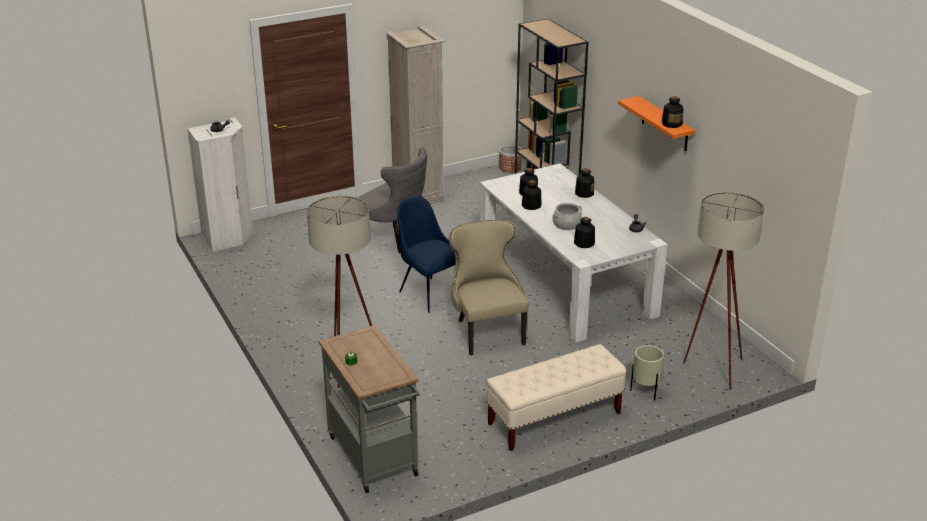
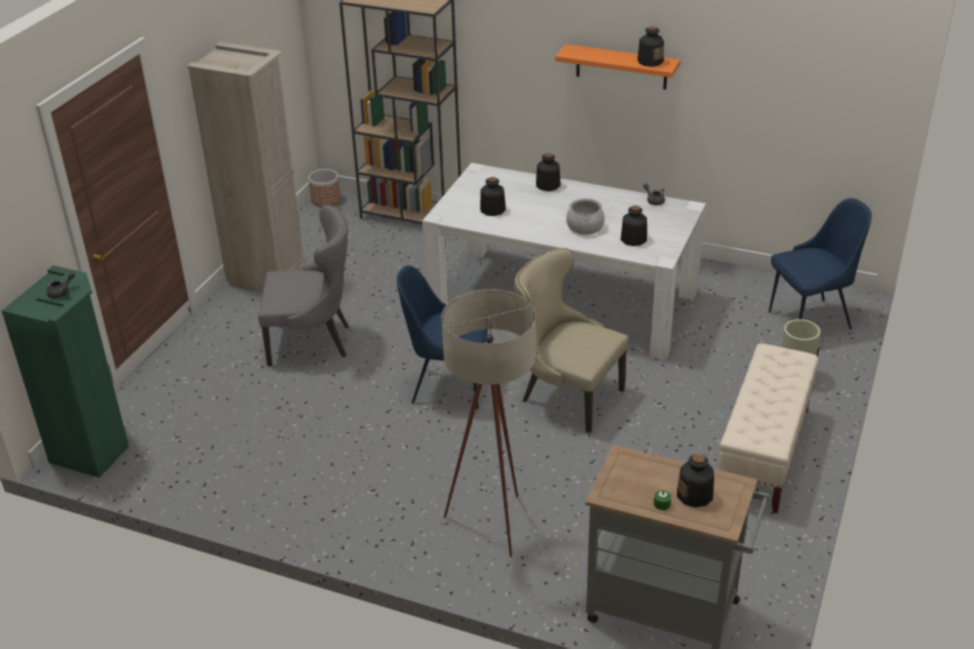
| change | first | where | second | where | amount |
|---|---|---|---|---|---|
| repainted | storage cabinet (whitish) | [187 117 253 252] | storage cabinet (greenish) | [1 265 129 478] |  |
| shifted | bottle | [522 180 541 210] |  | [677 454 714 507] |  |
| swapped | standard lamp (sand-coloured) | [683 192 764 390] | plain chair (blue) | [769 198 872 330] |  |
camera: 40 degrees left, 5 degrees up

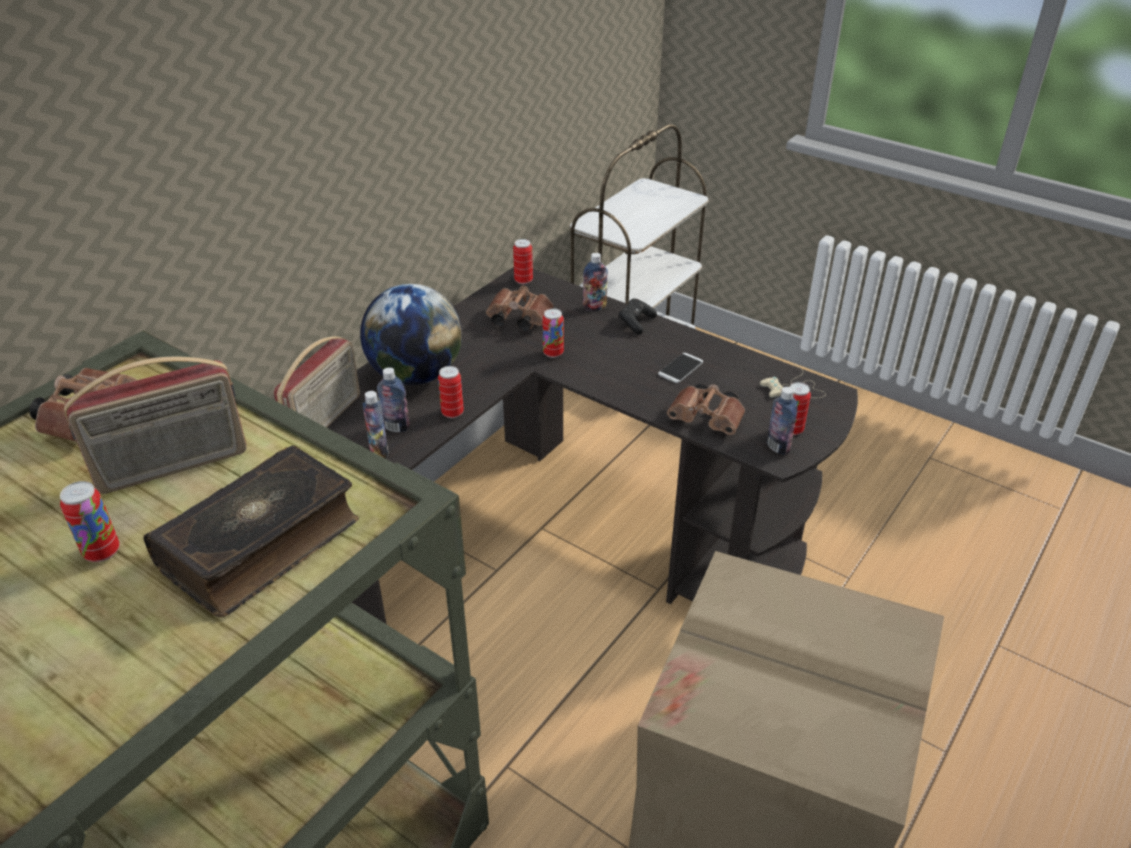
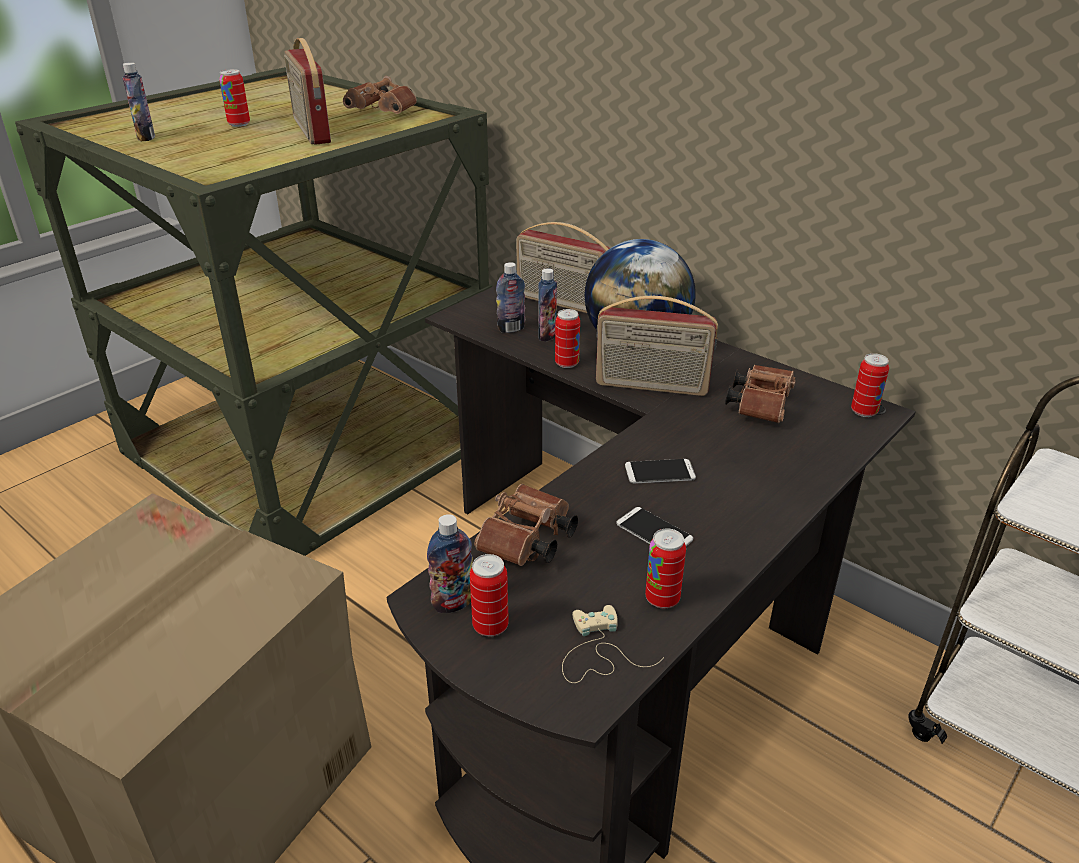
| change | first | where | second | where | amount |
|---|---|---|---|---|---|
| gone | volume | [143 445 359 617] |  |  |  |
| shifted | can | [542 308 564 358] |  | [645 528 686 609] |  |
| shifted | bottle | [583 253 608 311] |  | [122 62 155 141] |  |
| gone | game controller (black-coloured) | [618 298 657 334] |  |  |  |
| new |  |  | radio set | [596 296 718 396] |  |
| new |  |  | handset | [625 459 696 484] |  |
camera: 95 degrees right, 5 degrees down

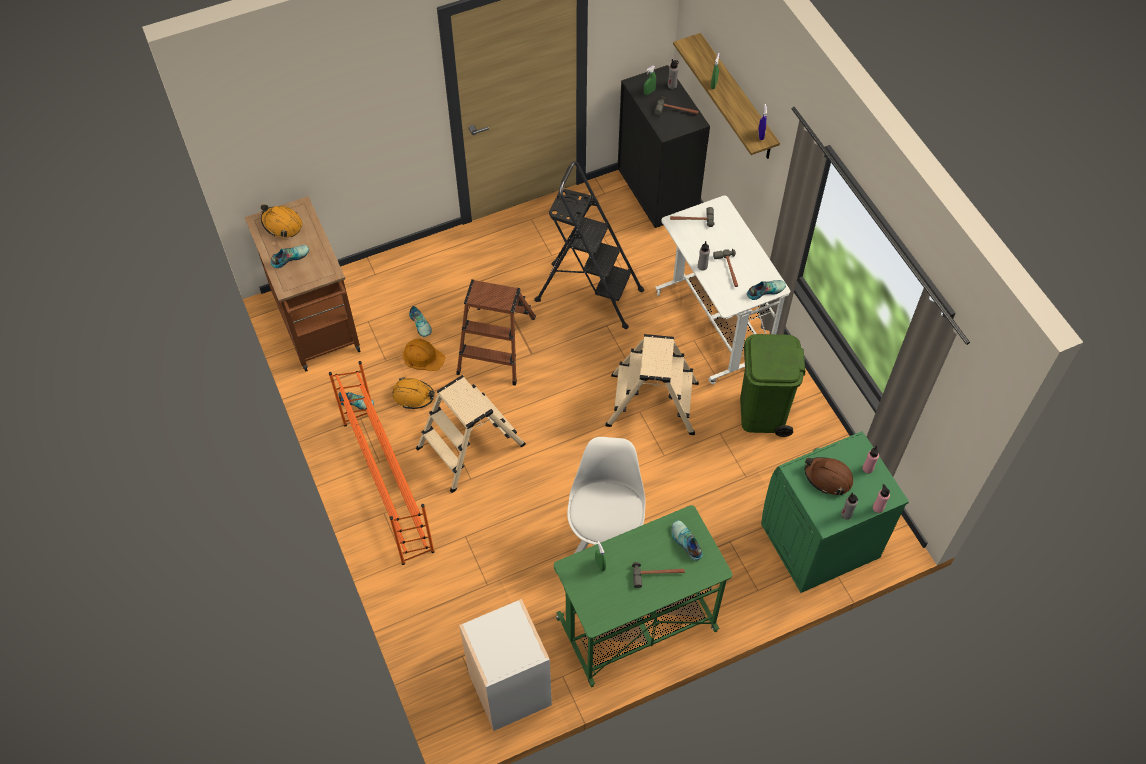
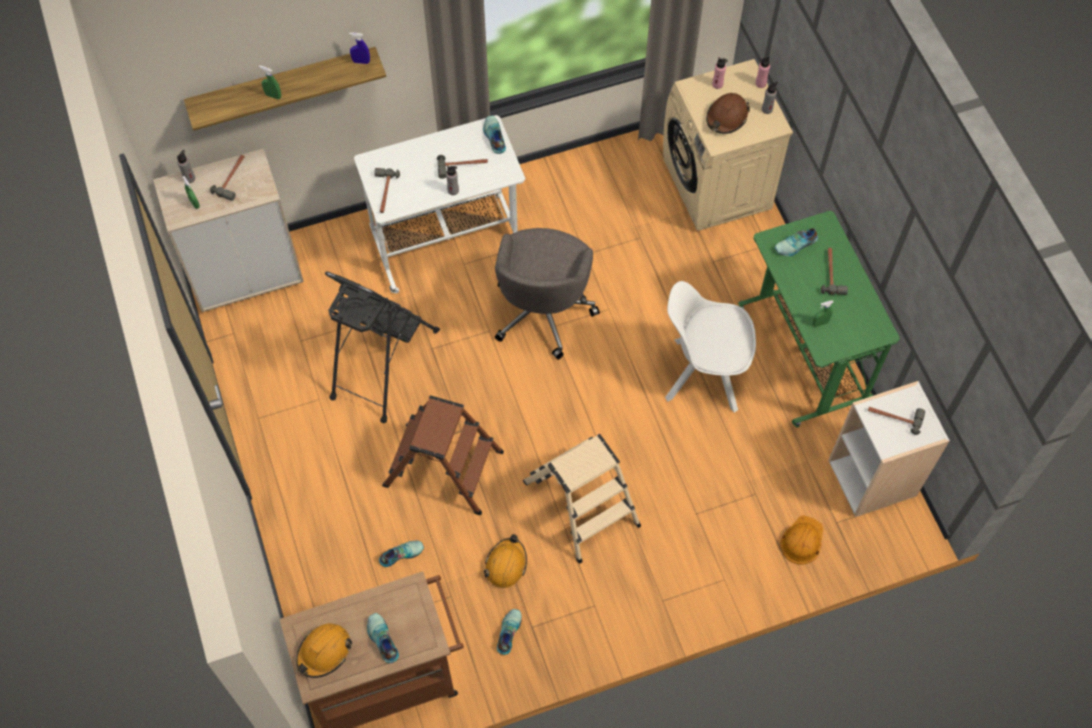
| change | first | where | second | where | amount |
|---|---|---|---|---|---|
| gone | shoe shelf (orange) | [329 361 435 565] |  |  |  |
| shifted | work helmet (orange) | [403 339 446 371] |  | [780 515 823 565] |  |
| swapped | stepladder (sand-coloured) | [605 334 699 435] | computer chair (greyish) | [495 228 600 360] |  |
| repainted | storage cabinet (black-coloured) | [618 65 710 228] | storage cabinet (sand-coloured) | [153 148 304 312] |  |
| gone | rubbish bin (greenish) | [740 334 805 437] |  |  |  |
| repainted | laundry appliance (greenish) | [761 431 909 593] | laundry appliance (sand-coloured) | [663 59 793 231] |  |
| new |  |  | hand hammer | [868 407 925 435] |  |
camera: 85 degrees left, 5 degrees up

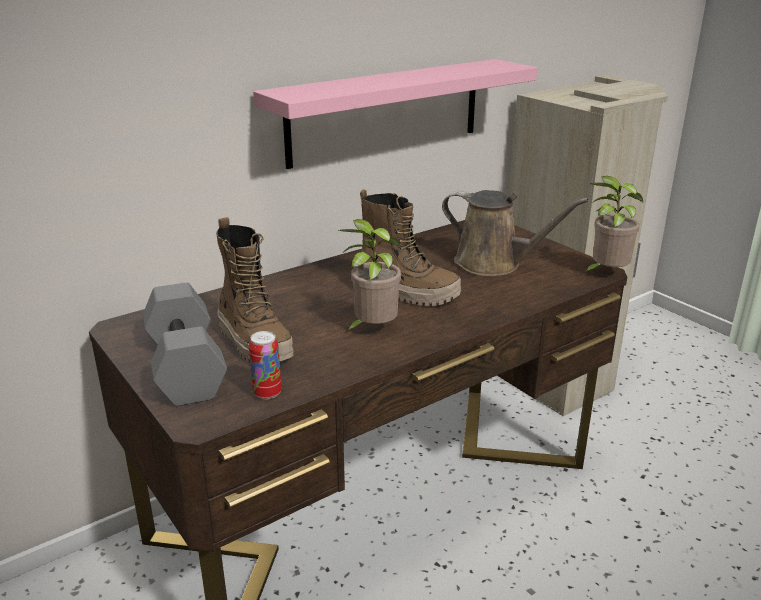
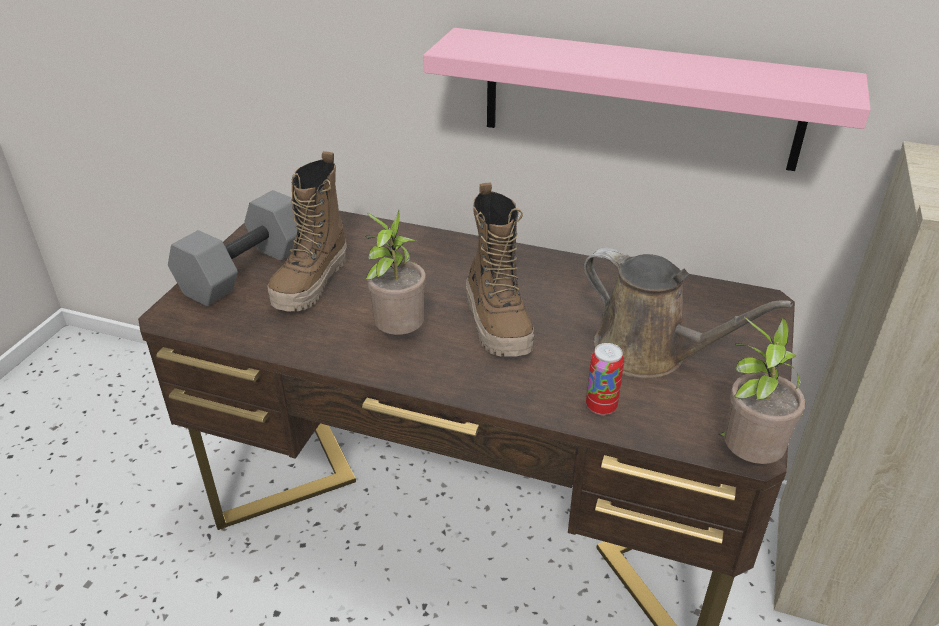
| change | first | where | second | where | amount |
|---|---|---|---|---|---|
| shifted | can | [249 331 282 400] |  | [586 343 624 415] |  |
| rotated | sprinkling can (brown-coloured) | [442 190 589 276] |  | [584 248 793 378] | 45 degrees counterclockwise |
camera: 55 degrees right, 10 degrees up

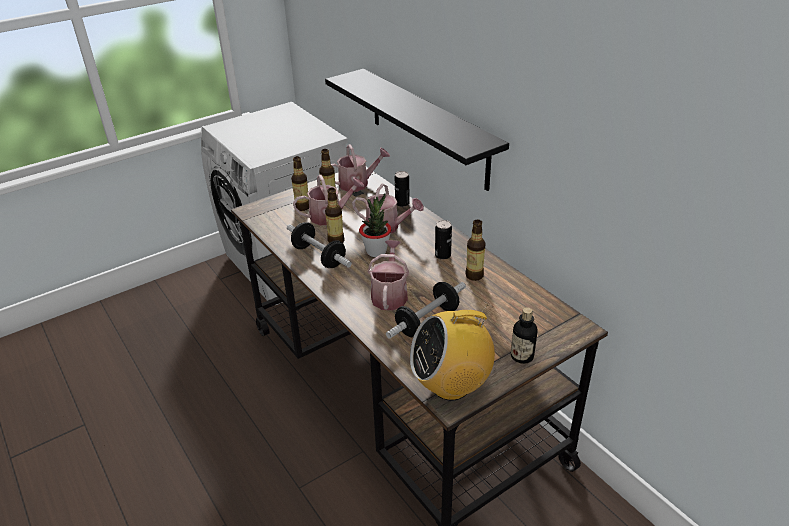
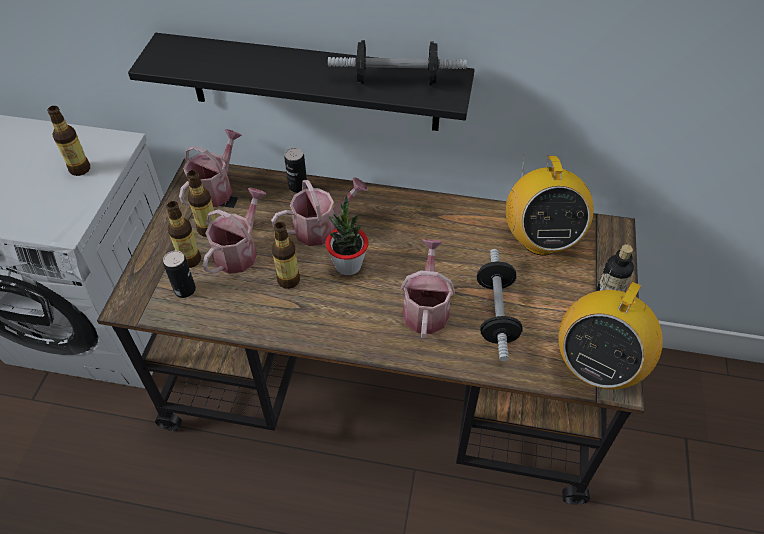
| change | first | where | second | where | amount |
|---|---|---|---|---|---|
| shifted | dumbbell | [287 222 352 268] |  | [328 40 467 86] |  |
| rotated | sprinkling can | [368 240 409 310] |  | [401 239 455 339] | 45 degrees clockwise |
| shifted | can | [435 220 452 259] |  | [163 251 196 298] |  |
| shifted | bottle | [465 219 485 281] |  | [47 106 90 176] |  |
| new |  |  | radio set | [506 155 594 256] |  |
camera: 45 degrees left, 15 degrees up

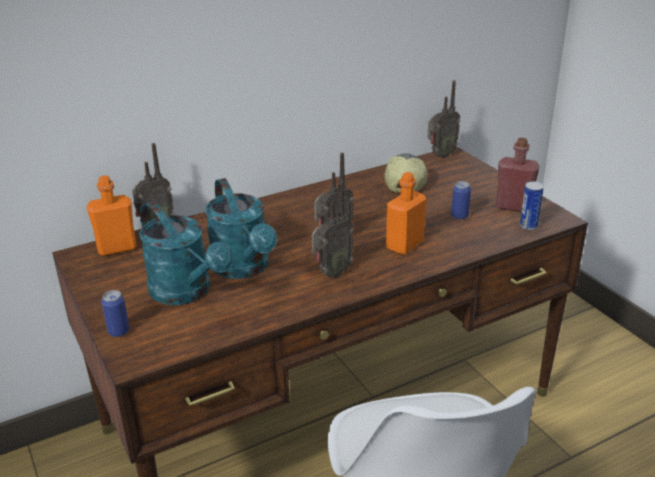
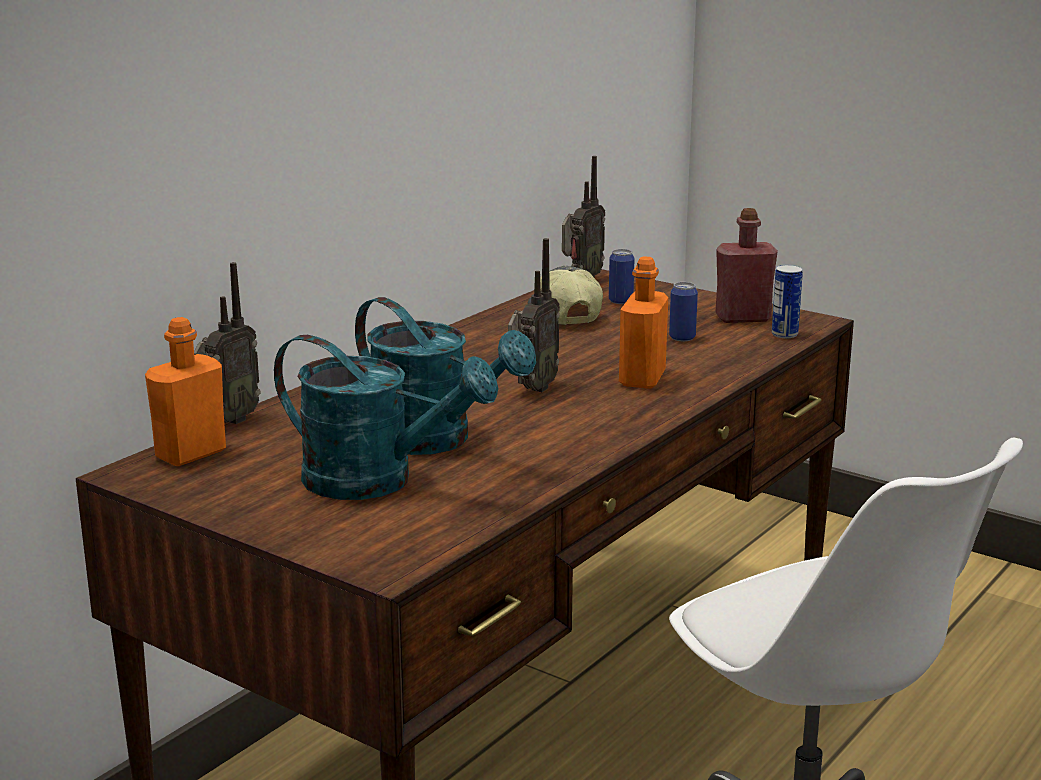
| change | first | where | second | where | amount |
|---|---|---|---|---|---|
| shifted | can | [101 290 129 337] |  | [609 249 635 304] |  |
| gone | radio set | [312 181 353 278] |  |  |  |
camera: 25 degrees left, 10 degrees down

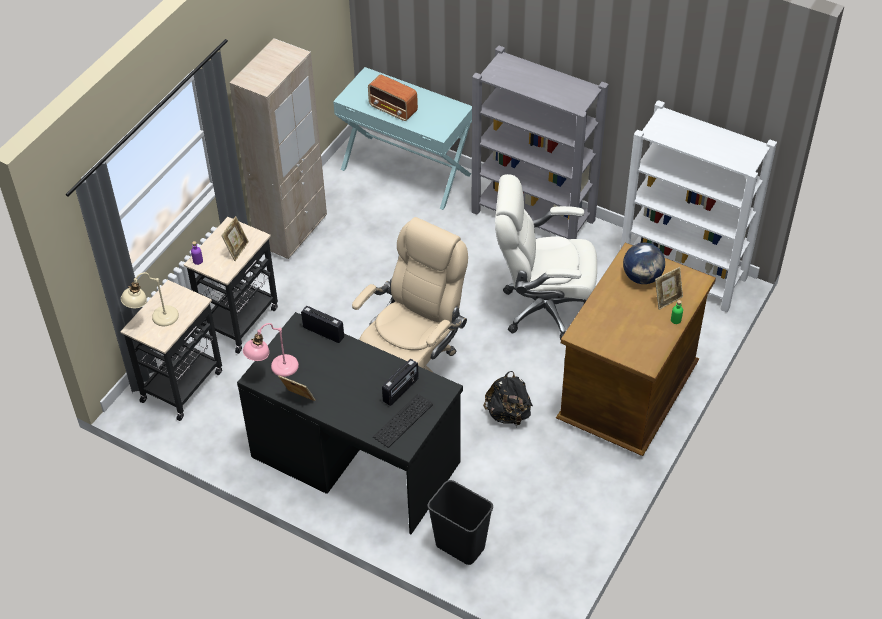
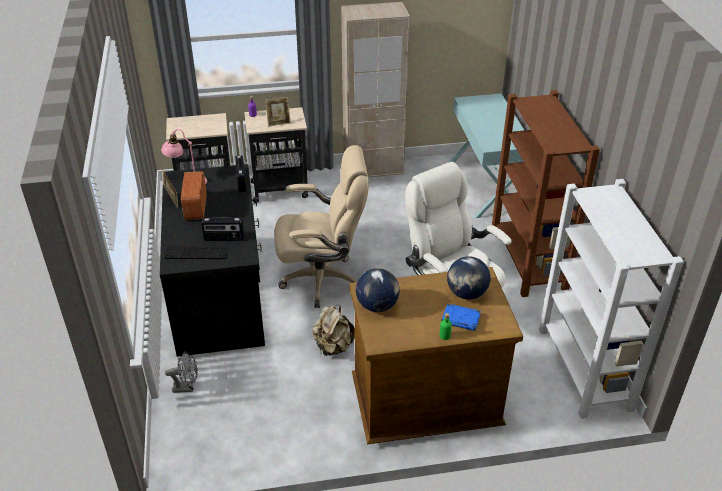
| change | first | where | second | where | amount |
|---|---|---|---|---|---|
| gone | tabletop lamp (sand-coloured) | [121 272 179 326] |  |  |  |
| shifted | radio set | [368 75 418 121] |  | [181 171 207 220] |  |
| swapped | rubbish bin (black-coloured) | [427 480 493 565] | fan (greyish) | [165 352 198 393] |  |
| repainted | bookcase (greyish) | [471 46 609 239] | bookcase (brown-coloured) | [492 90 600 297] |  |
| repainted | knapsack (black-coloured) | [483 371 533 426] | knapsack (sand-coloured) | [312 305 355 356] |  |
| swapped | photo frame | [655 267 683 310] | volume (blue) | [441 303 481 331] |  |
| new |  |  | desk globe | [356 268 400 312] |  |
camera: 50 degrees right, 10 degrees down

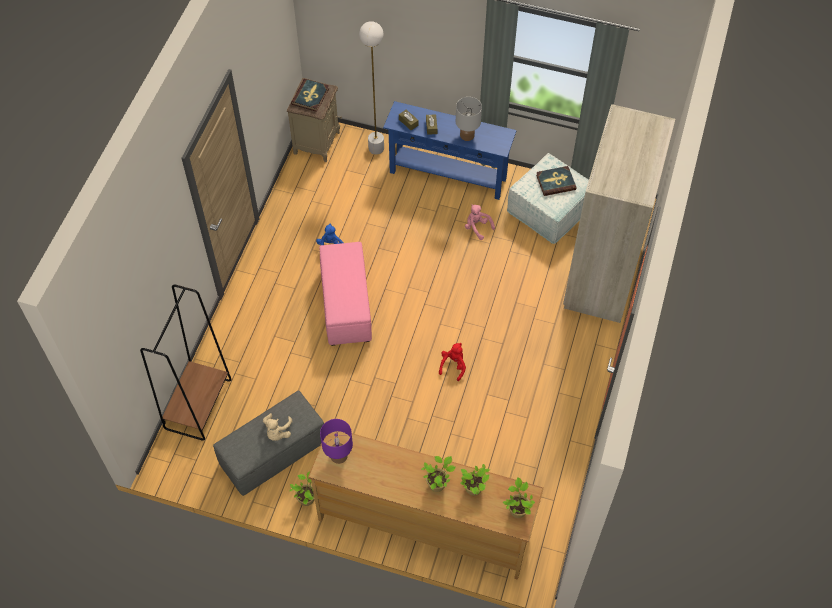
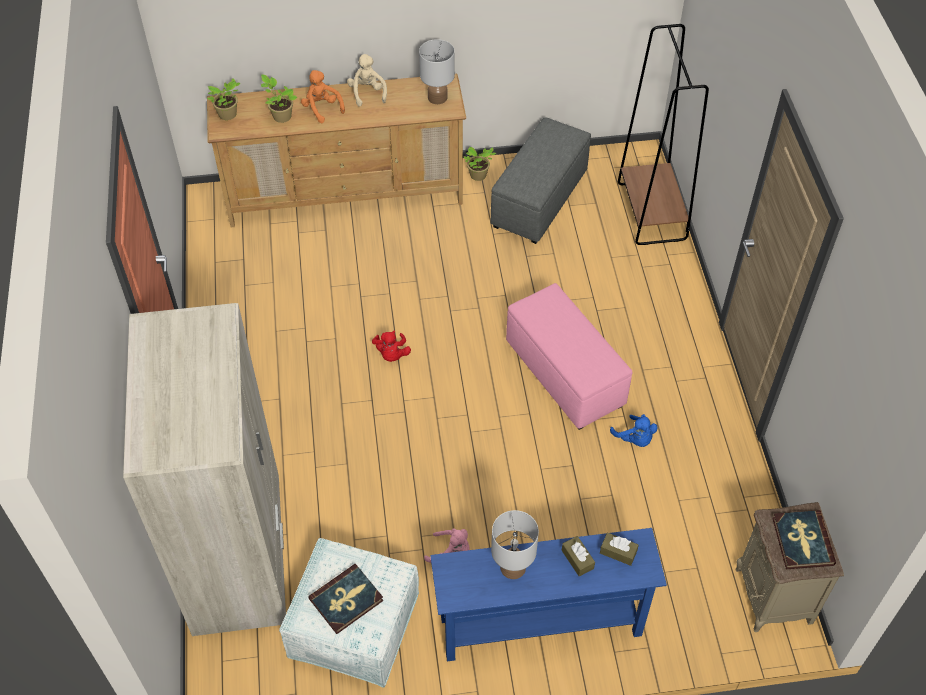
| change | first | where | second | where | amount |
|---|---|---|---|---|---|
| shifted | soft toy (sand-coloured) | [263 413 293 441] |  | [347 54 387 107] |  |
| repainted | tabletop lamp (purplish) | [320 419 353 464] | tabletop lamp (greyish) | [419 39 455 104] |  |
| gone | standard lamp (whitish) | [359 21 384 155] |  |  |  |
| swapped | houseplant | [421 456 456 492] | soft toy (orange) | [301 70 345 123] |  |
camera: 155 degrees right, 5 degrees down

